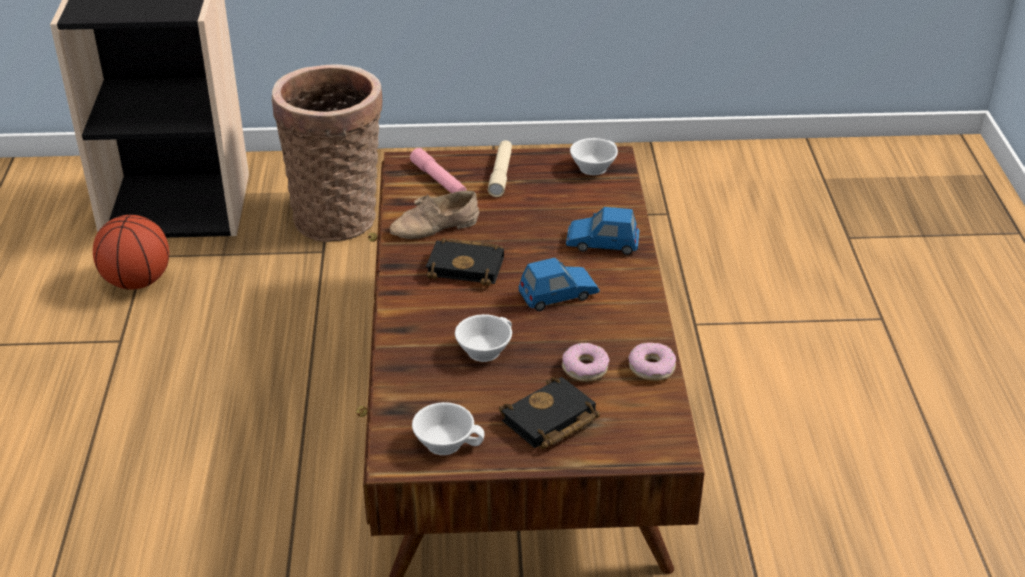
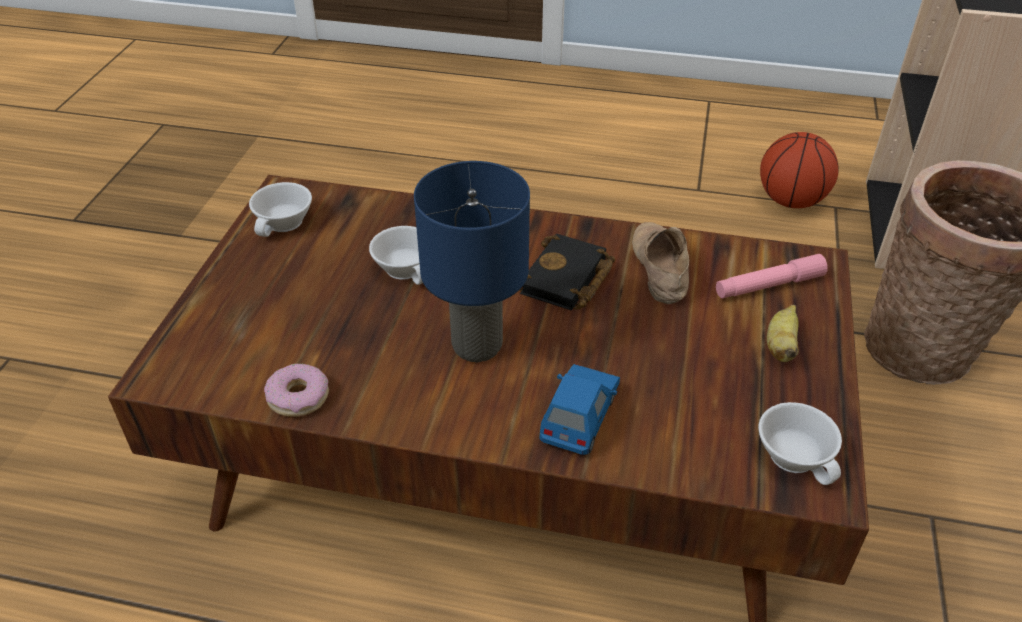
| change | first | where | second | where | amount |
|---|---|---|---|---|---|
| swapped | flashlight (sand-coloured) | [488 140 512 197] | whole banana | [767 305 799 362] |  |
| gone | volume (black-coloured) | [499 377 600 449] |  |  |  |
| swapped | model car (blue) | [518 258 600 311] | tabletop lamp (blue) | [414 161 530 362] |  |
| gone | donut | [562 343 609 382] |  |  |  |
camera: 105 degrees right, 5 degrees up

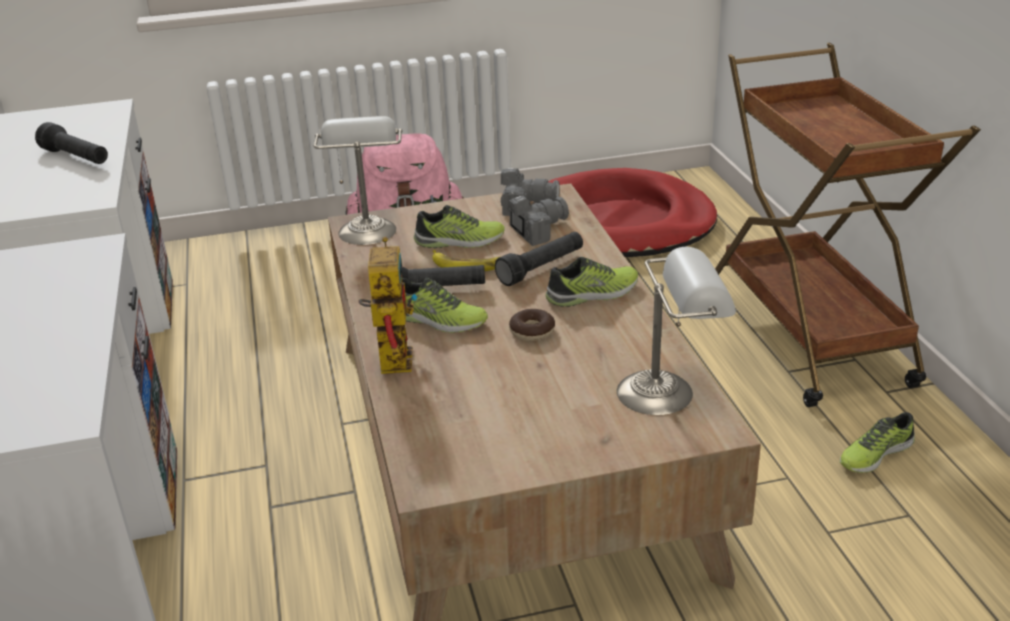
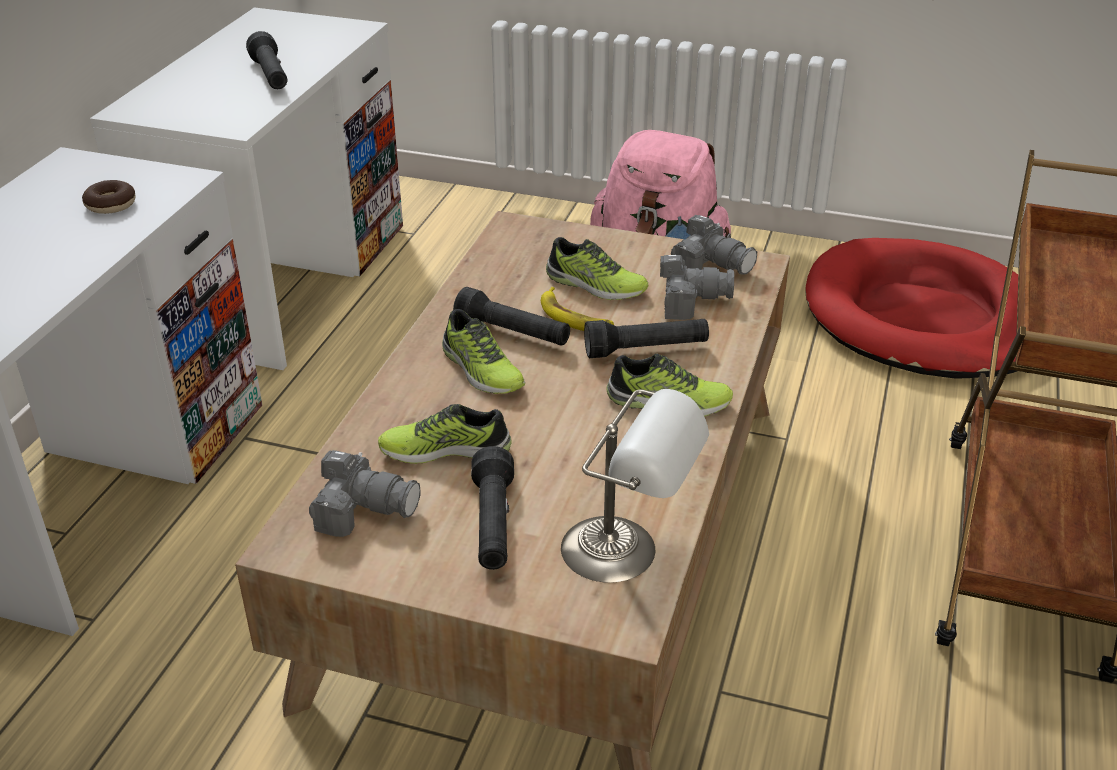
| change | first | where | second | where | amount |
|---|---|---|---|---|---|
| gone | tabletop lamp (whitish) | [314 116 402 245] |  |  |  |
| gone | toy robot | [359 237 417 374] |  |  |  |
| shifted | donut | [509 309 555 341] |  | [82 180 136 214] |  |
| shifted | shoe | [840 412 915 473] |  | [378 404 512 464] |  |
| new |  |  | still camera | [309 450 420 537] |  |
| new |  |  | flashlight (black-coloured) | [471 446 514 570] |  |
camera: 30 degrees right, 5 degrees up

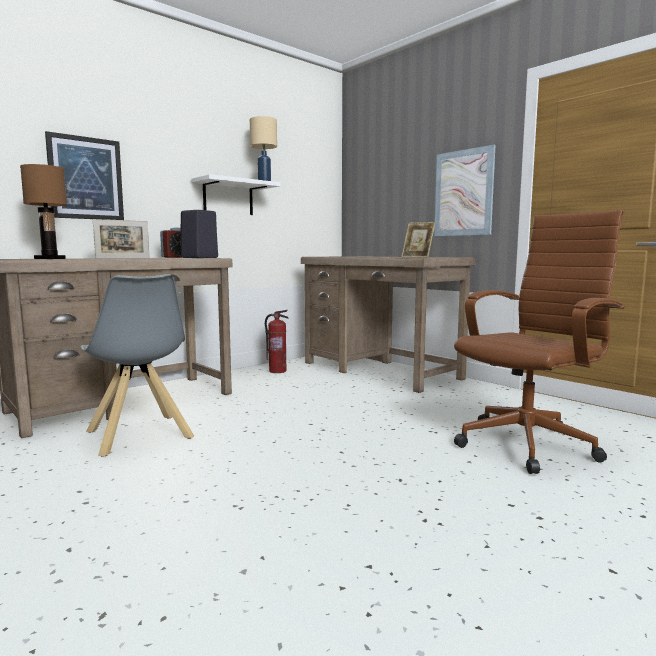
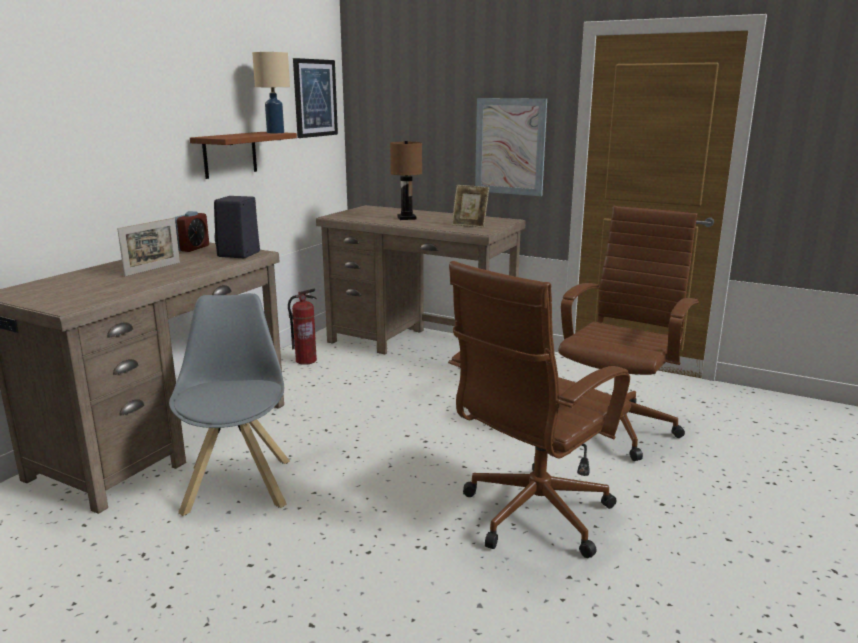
| change | first | where | second | where | amount |
|---|---|---|---|---|---|
| shifted | tabletop lamp (brown-coloured) | [20 164 67 259] |  | [390 141 422 220] |  |
| shifted | picture | [45 131 124 220] |  | [293 58 338 138] |  |
| rotated | plain chair (greyish) | [80 274 194 457] |  | [169 293 290 516] | 135 degrees counterclockwise |
| repainted | wall shelf (whitish) | [191 174 281 215] | wall shelf (brown-coloured) | [190 132 297 179] |  |
| new |  |  | computer chair (brown-coloured) | [448 261 631 558] |  |
camera: 20 degrees left, 10 degrees up

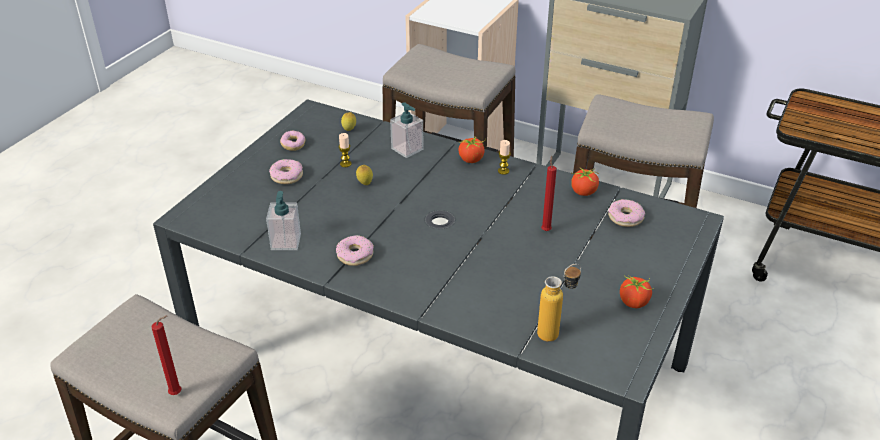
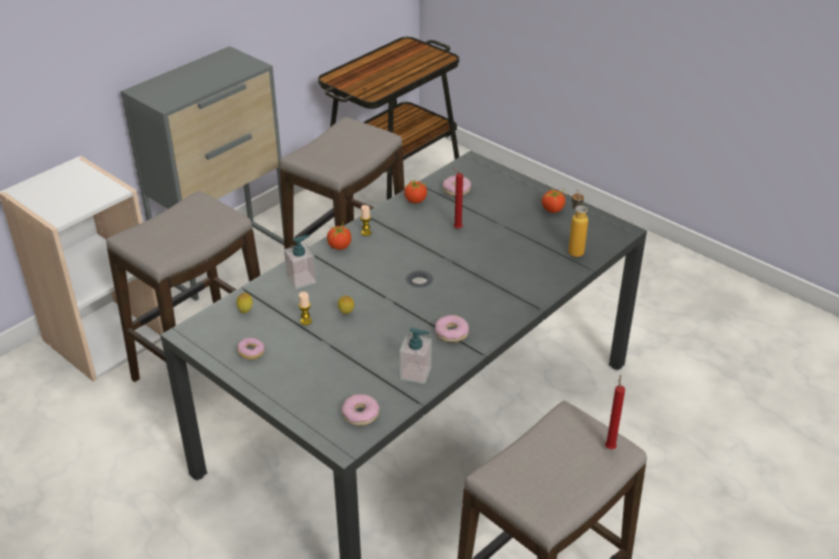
| change | first | where | second | where | amount |
|---|---|---|---|---|---|
| shifted | donut | [269 159 303 184] |  | [341 394 379 426] |  |
camera: 75 degrees left, 0 degrees up

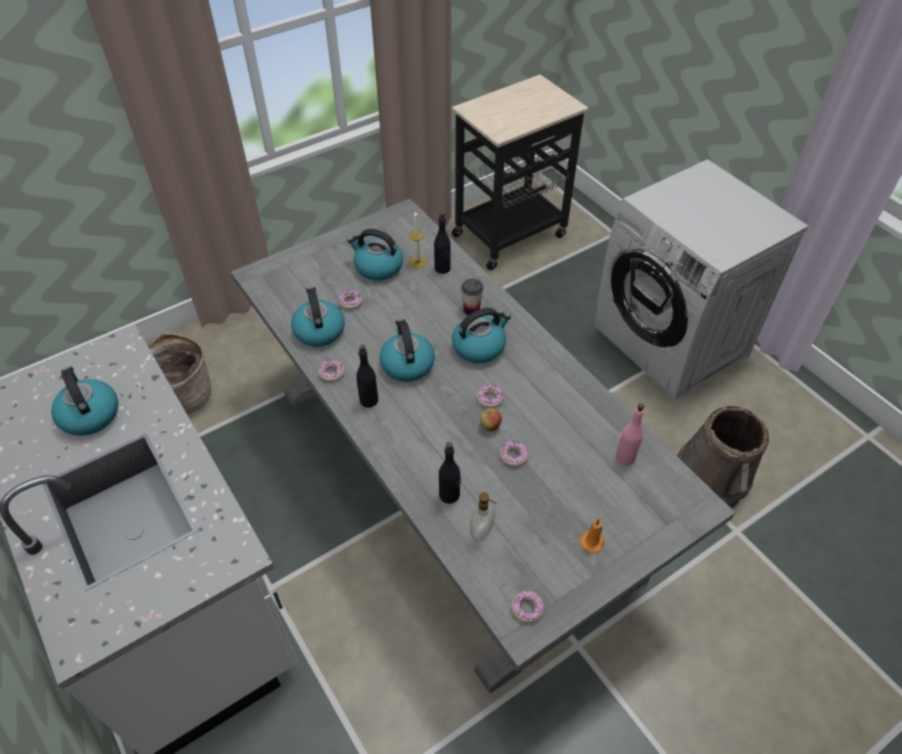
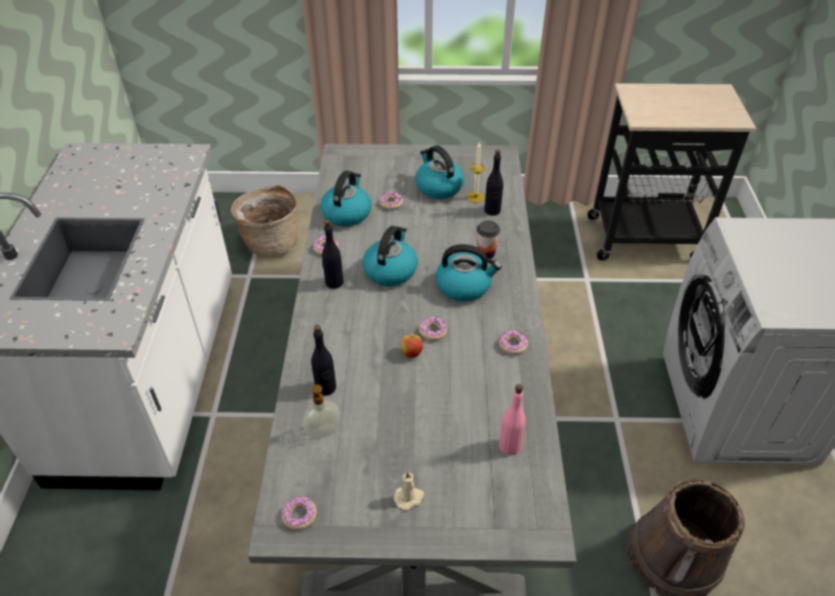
| change | first | where | second | where | amount |
|---|---|---|---|---|---|
| gone | water kettle | [51 366 118 436] |  |  |  |
| shifted | donut | [500 441 529 467] |  | [499 330 528 355] |  |
| repainted | wax candle (orange) | [579 519 605 553] | wax candle (sand-coloured) | [394 471 424 510] |  |
camera: 35 degrees right, 5 degrees down

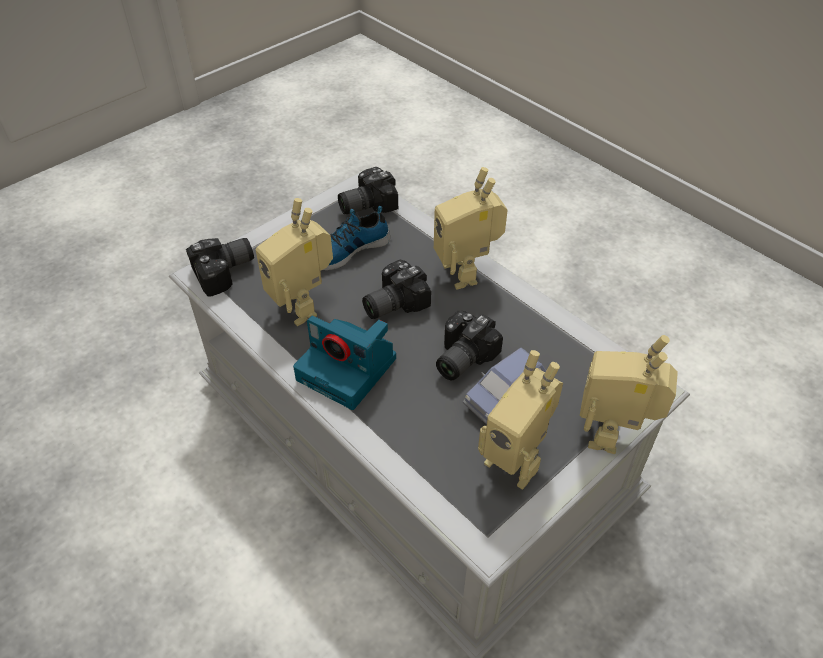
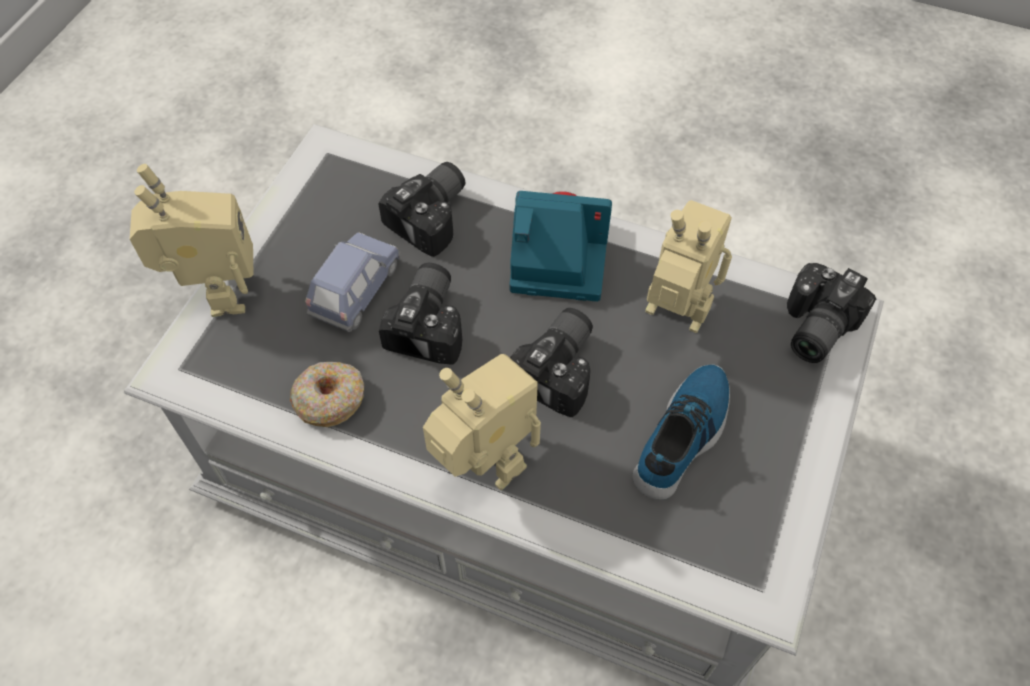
| change | first | where | second | where | amount |
|---|---|---|---|---|---|
| shifted | still camera | [338 167 398 214] |  | [378 162 465 257] |  |
| gone | toy robot | [478 350 563 489] |  |  |  |
| new |  |  | donut | [290 362 364 427] |  |
camera: 155 degrees right, 10 degrees up

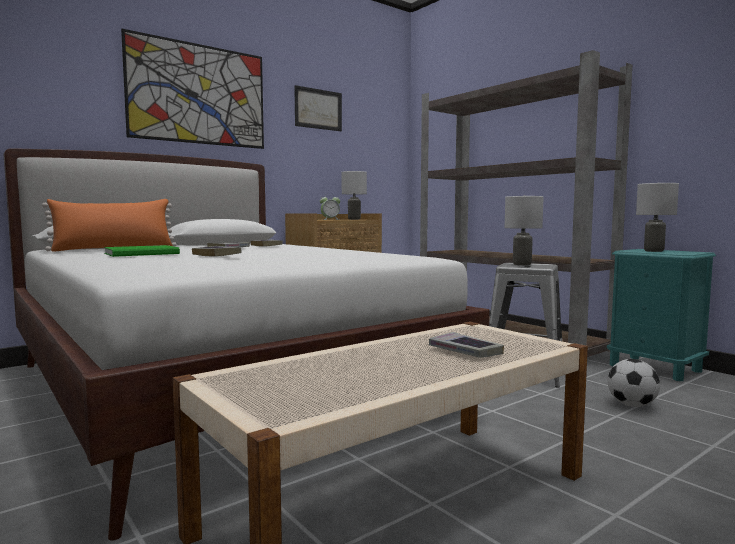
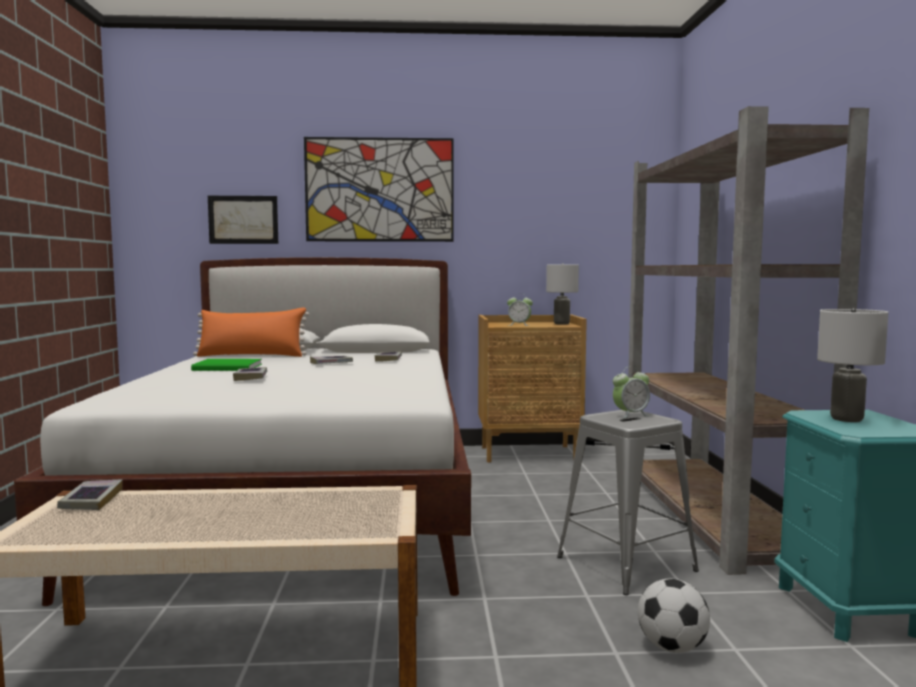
| change | first | where | second | where | amount |
|---|---|---|---|---|---|
| shifted | picture | [294 85 342 131] |  | [208 196 278 244] |  |
| shifted | volume | [429 332 504 358] |  | [57 479 123 510] |  |
| swapped | tabletop lamp (whitish) | [505 195 544 265] | bedside clock | [613 367 650 418] |  |
camera: 35 degrees right, 0 degrees up

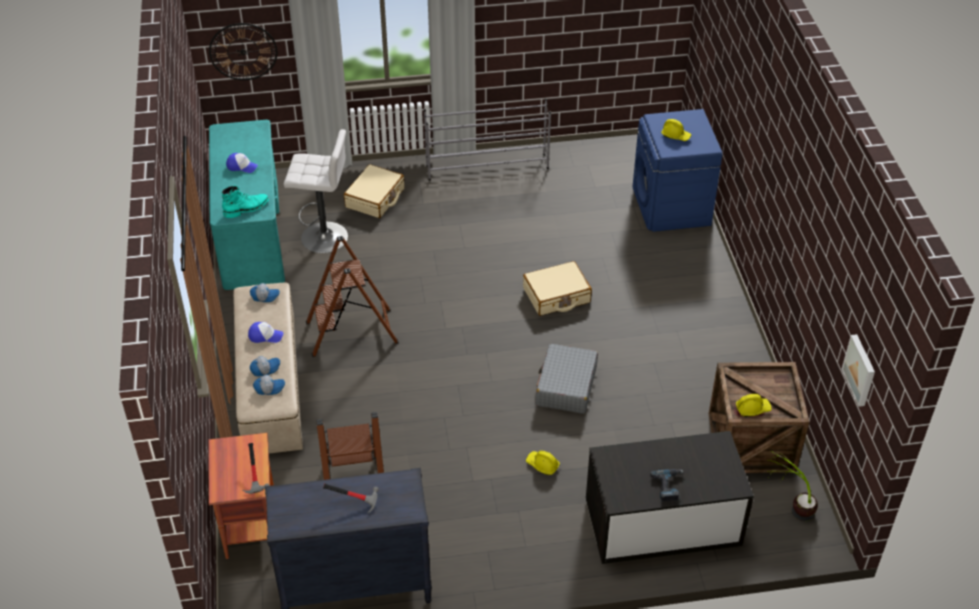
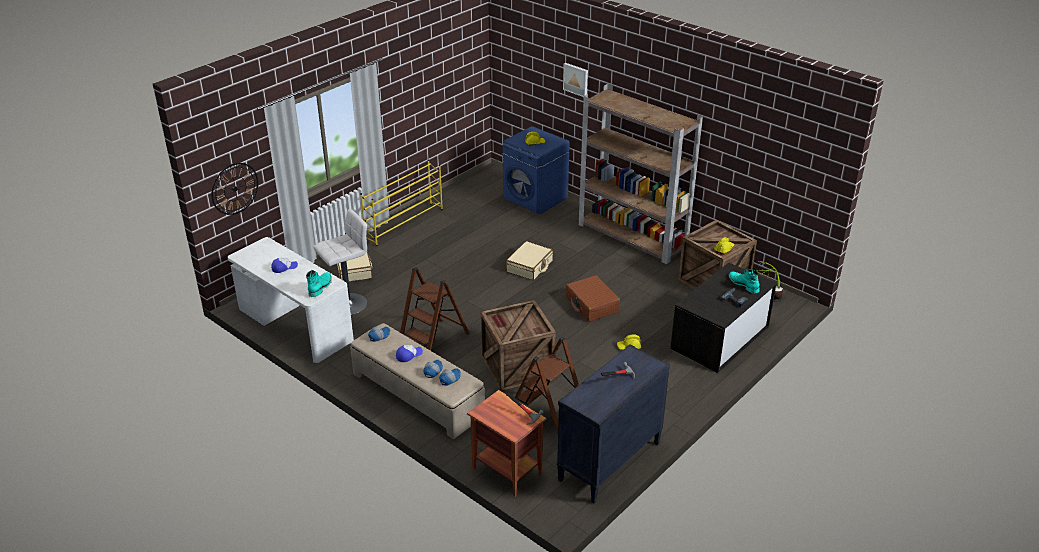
| change | first | where | second | where | amount |
|---|---|---|---|---|---|
| repainted | desk unit (turquoise) | [209 120 285 290] | desk unit (whitish) | [228 237 354 363] |  |
| repainted | shoe shelf (greyish) | [424 98 551 180] | shoe shelf (yellow) | [360 159 443 246] |  |
| repainted | piece of luggage (greyish) | [536 344 598 414] | piece of luggage (brown-coloured) | [566 275 620 322] |  |
| shifted | picture | [842 334 875 407] |  | [563 63 588 97] |  |
| new |  |  | crate | [480 300 556 391] |  |
| new |  |  | bookcase (brown-coloured) | [579 84 703 265] |  |
| new |  |  | tall boot (turquoise) | [728 269 759 293] |  |
camera: 40 degrees left, 10 degrees down

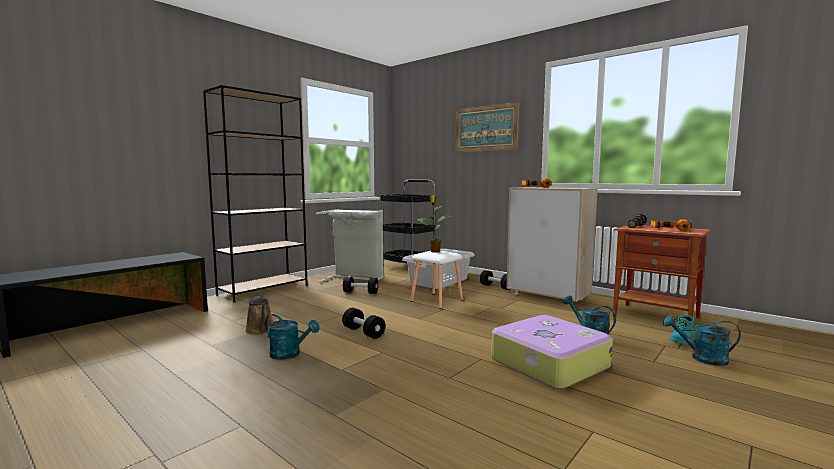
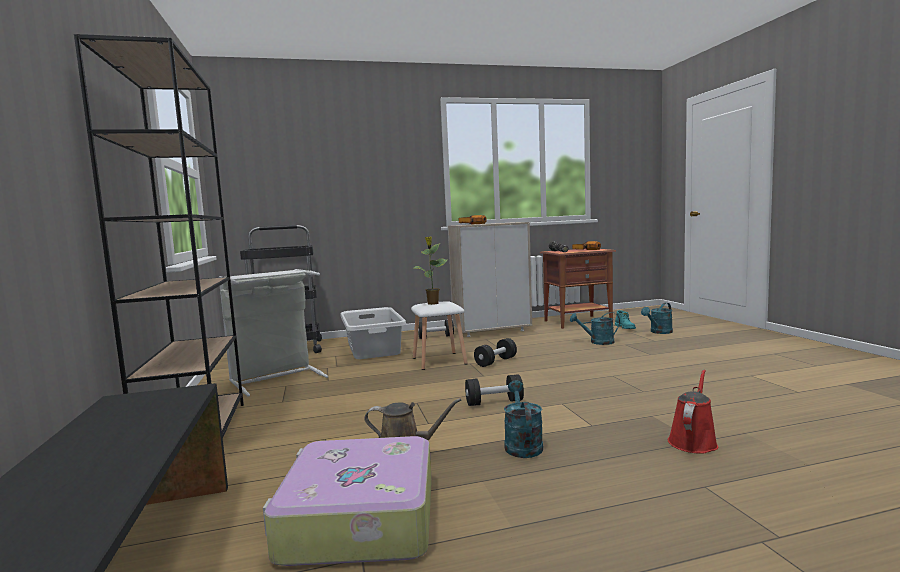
| change | first | where | second | where | amount |
|---|---|---|---|---|---|
| rotated | sprinkling can (turquoise) | [264 314 320 360] |  | [504 380 543 458] | 60 degrees counterclockwise |
| shifted | dumbbell (black-coloured) | [343 277 378 294] |  | [474 338 517 367] |  |
| gone | picture | [455 102 519 153] |  |  |  |
| shifted | piece of luggage | [491 315 613 389] |  | [263 436 432 566] |  |
| new |  |  | sprinkling can (red) | [668 369 718 454] |  |
camera: 55 degrees left, 0 degrees up

